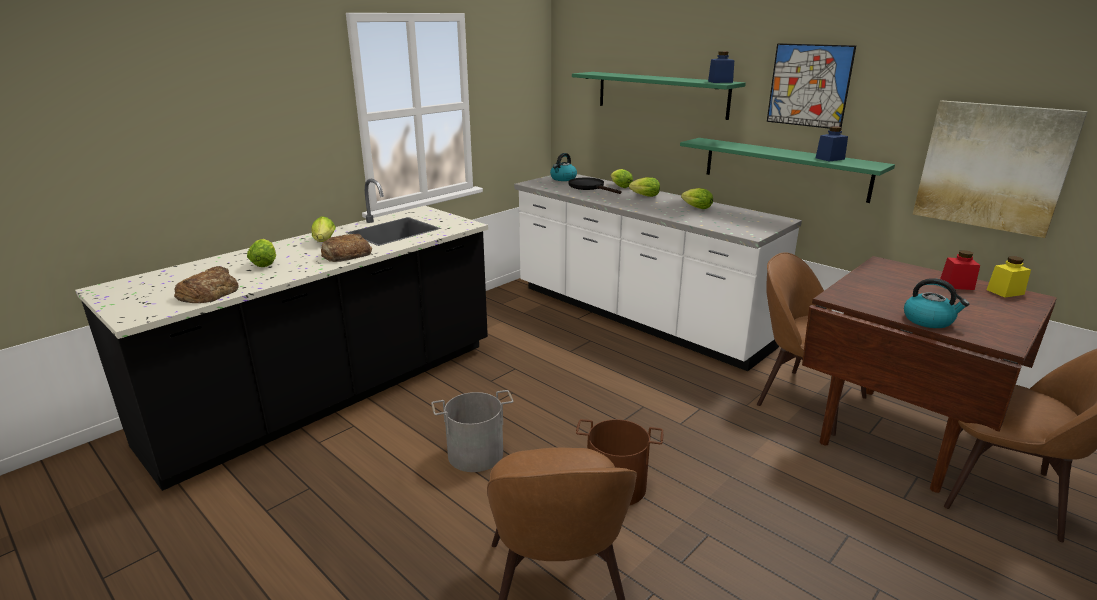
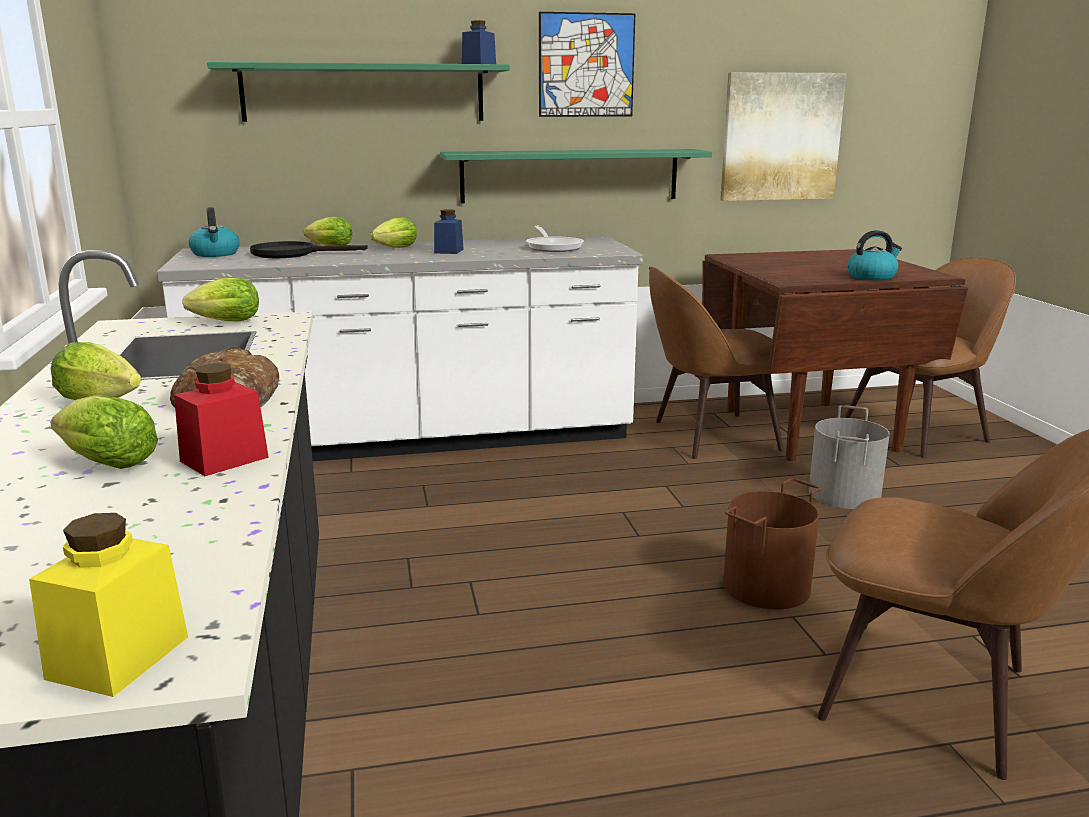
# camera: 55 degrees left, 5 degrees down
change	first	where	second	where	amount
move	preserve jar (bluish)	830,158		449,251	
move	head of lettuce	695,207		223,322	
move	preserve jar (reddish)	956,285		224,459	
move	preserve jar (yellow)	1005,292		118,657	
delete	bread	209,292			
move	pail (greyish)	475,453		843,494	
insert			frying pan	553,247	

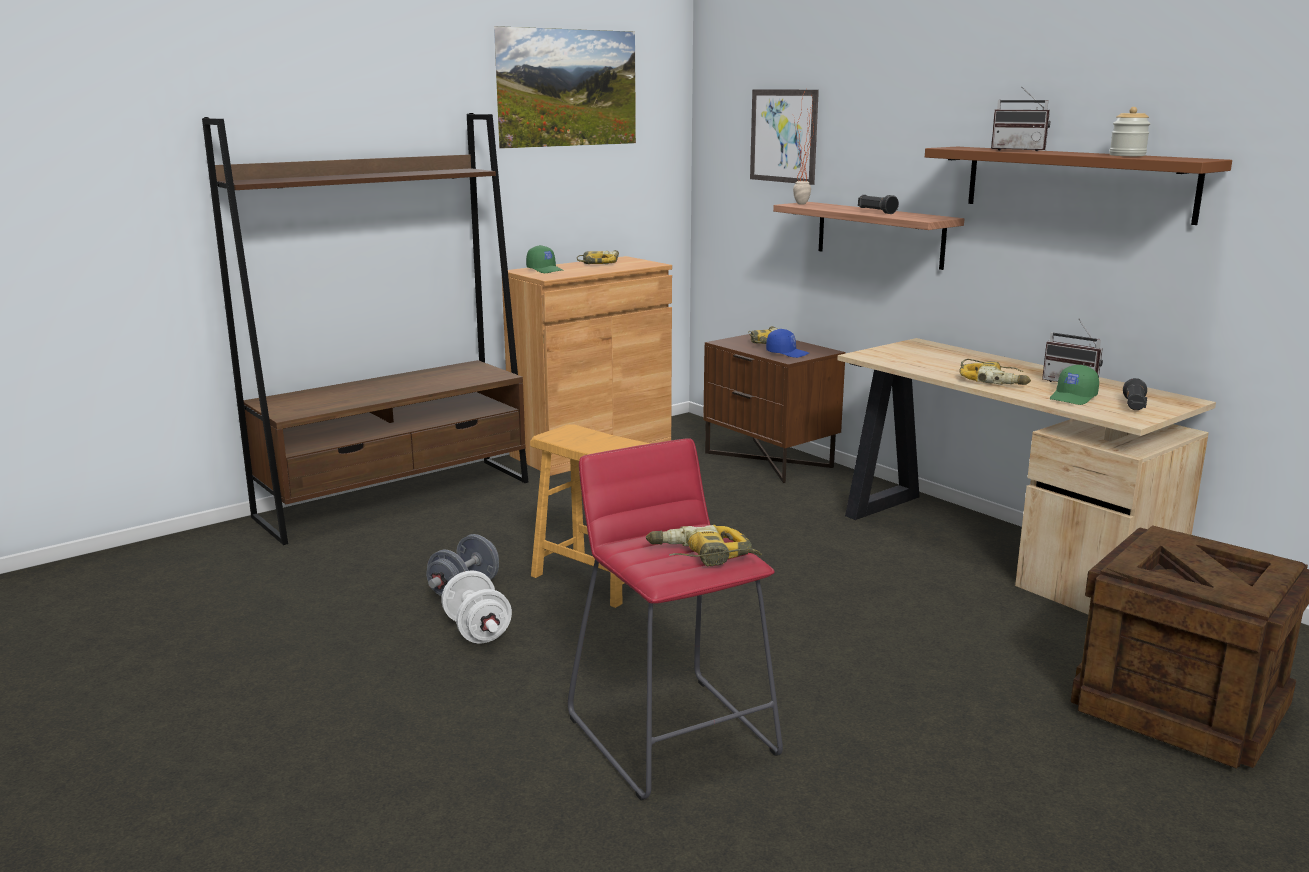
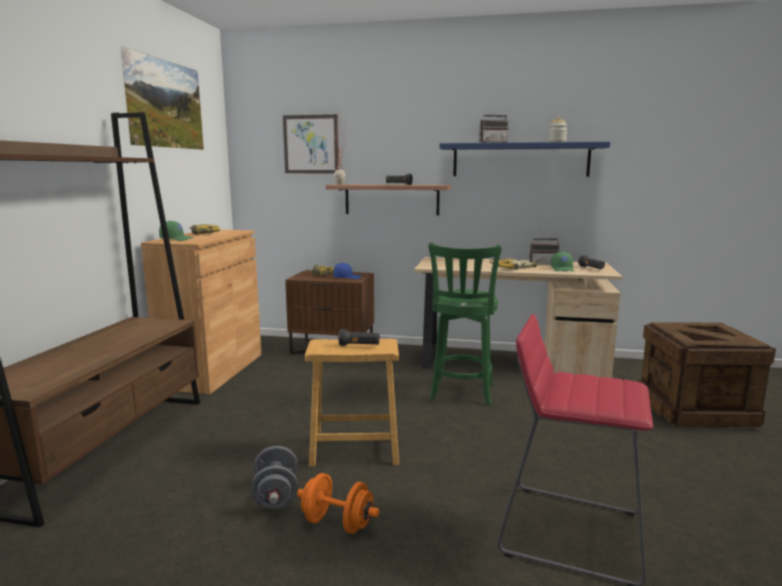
# camera: 40 degrees left, 5 degrees down
change	first	where	second	where	amount
recolor	wall shelf (brown-coloured)	1077,183	wall shelf (bluish)	520,160	
delete	power drill	701,556			
recolor	dumbbell (white-coloured)	477,631	dumbbell (orange)	337,523	
insert			sitting stool (green)	461,394	
insert			hand torch (blackish)	359,346	

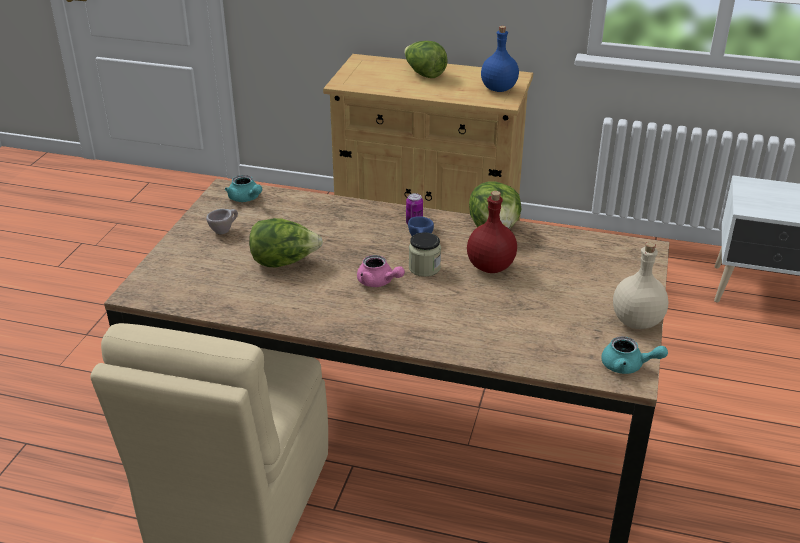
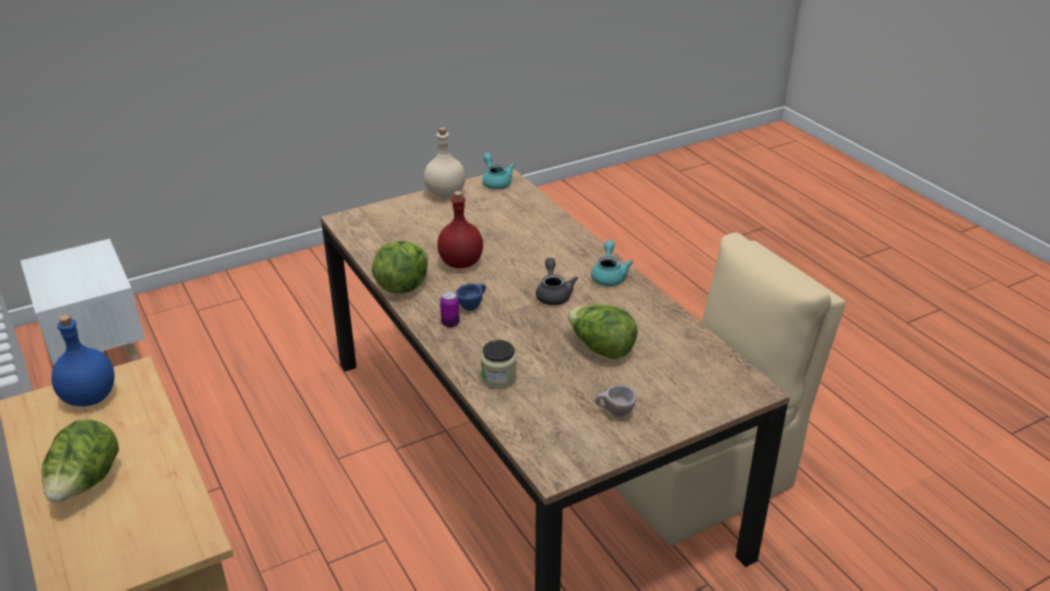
# camera: 135 degrees left, 0 degrees up
change	first	where	second	where	amount
move	tea pot (turquoise-coloured)	246,199		609,276	
move	preserve jar	424,268		499,378	
recolor	tea pot (pinkish)	378,282	tea pot (greyish)	553,294	

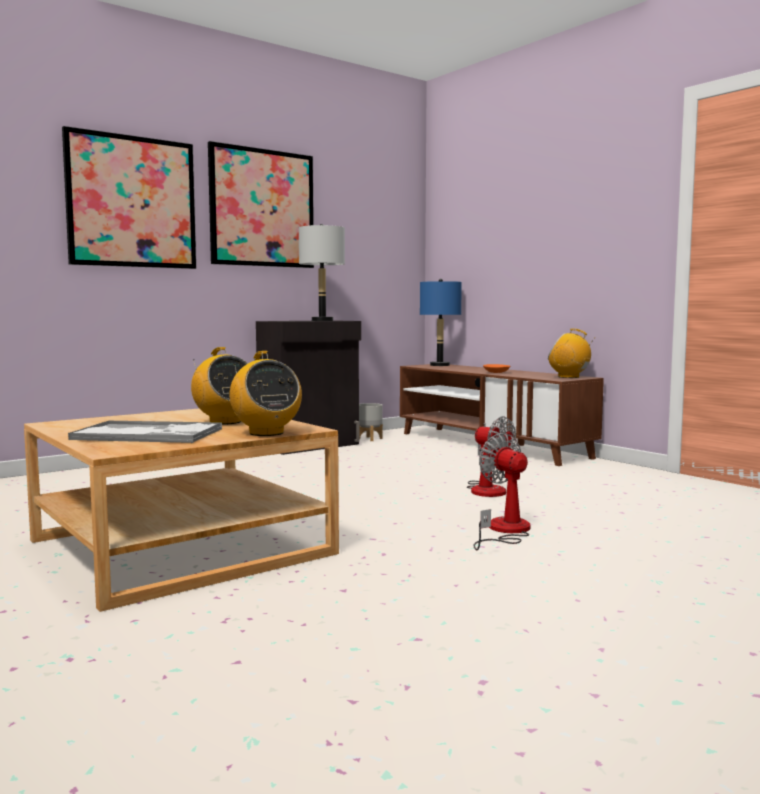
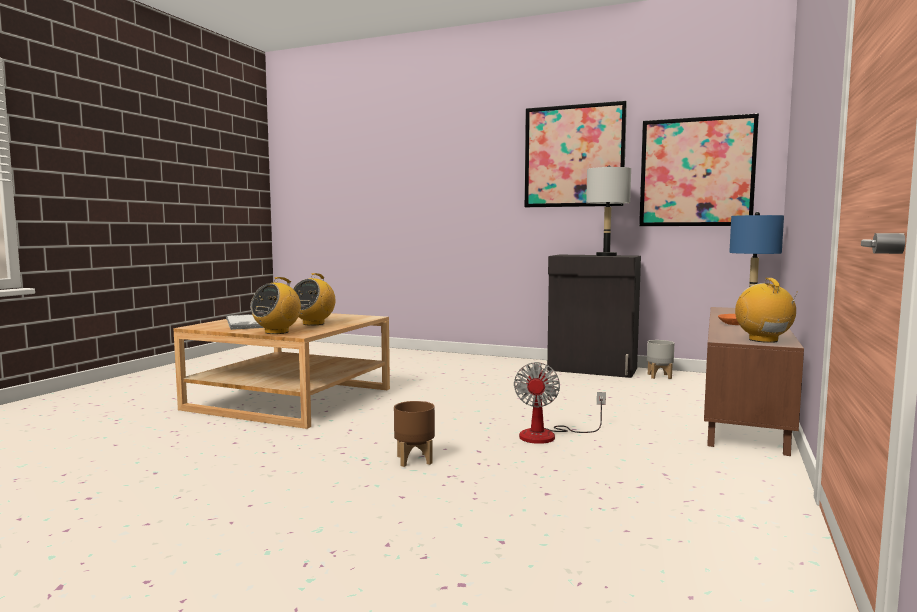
# camera: 60 degrees right, 0 degrees up
change	first	where	second	where	amount
move	wall art	132,202		696,172	
replace	electric fan	504,531	flower pot (brown-coloured)	413,460	

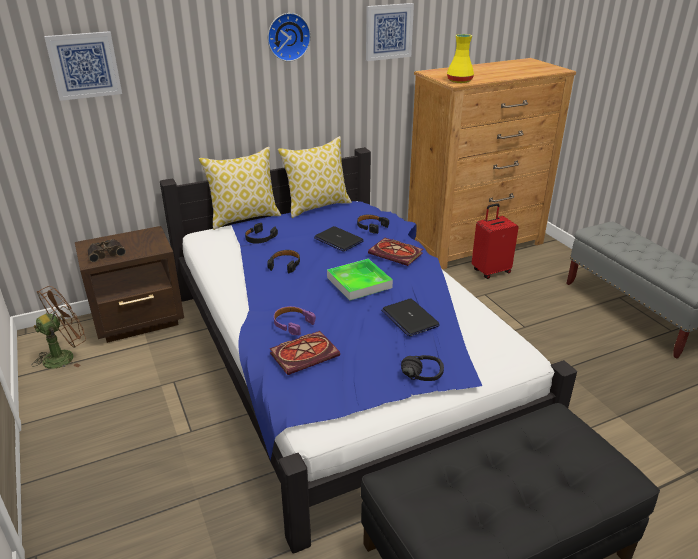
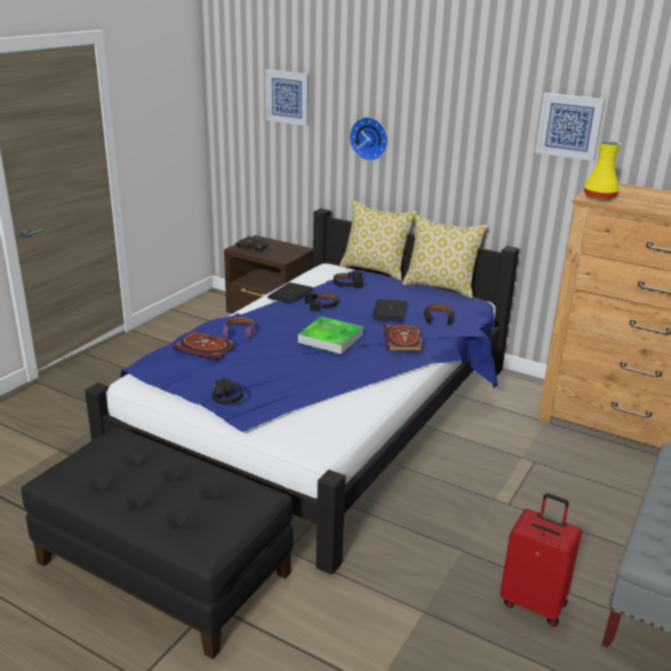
# camera: 55 degrees right, 5 degrees down
change	first	where	second	where	amount
move	hanging clock	288,36		370,138	
move	travel case (reddish)	490,271		534,602	
delete	electric fan (brown-coloured)	65,356			
move	laptop	409,318		290,294	

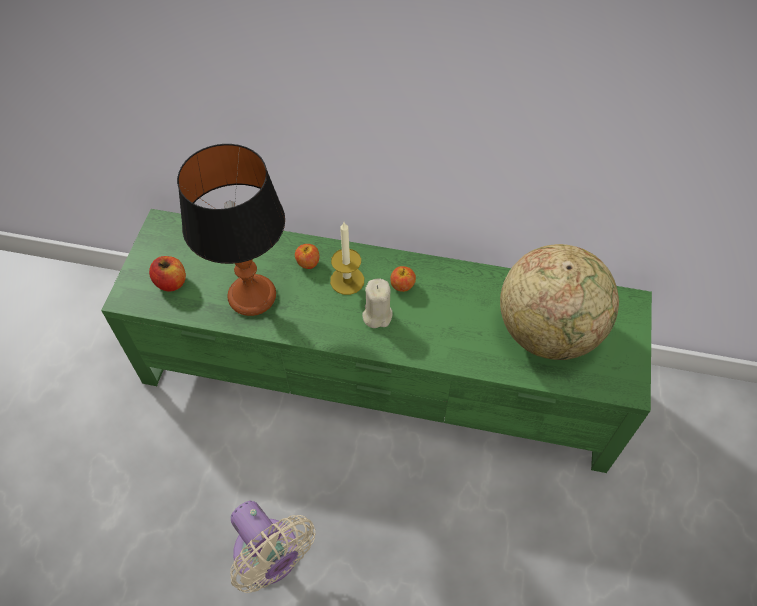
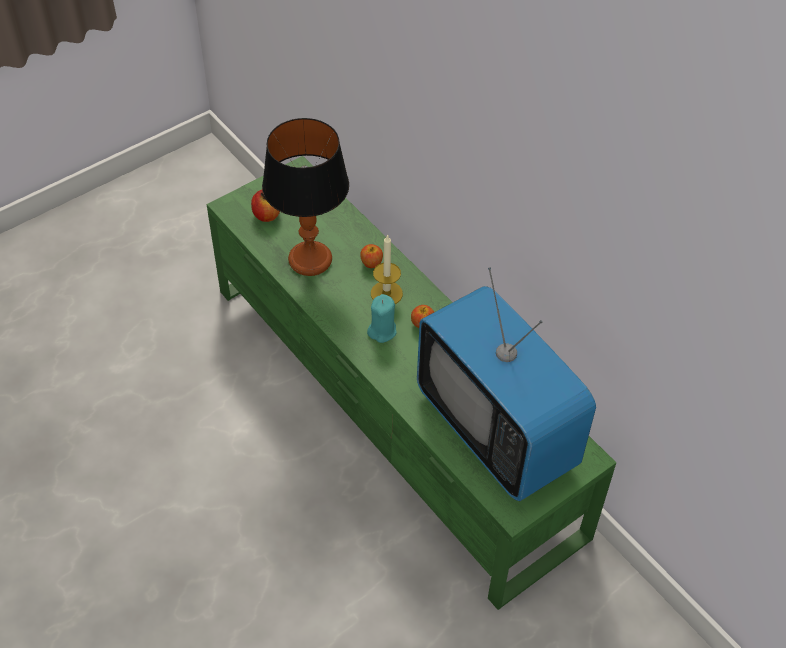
# camera: 40 degrees right, 5 degrees down
change	first	where	second	where	amount
replace	globe	548,331	TV set	496,430	
recolor	candle (sand-coloured)	377,315	candle (turquoise-coloured)	382,331	
delete	electric fan (sand-coloured)	270,558			

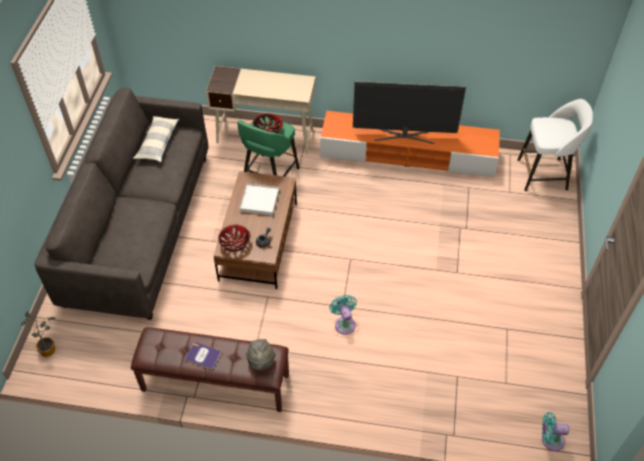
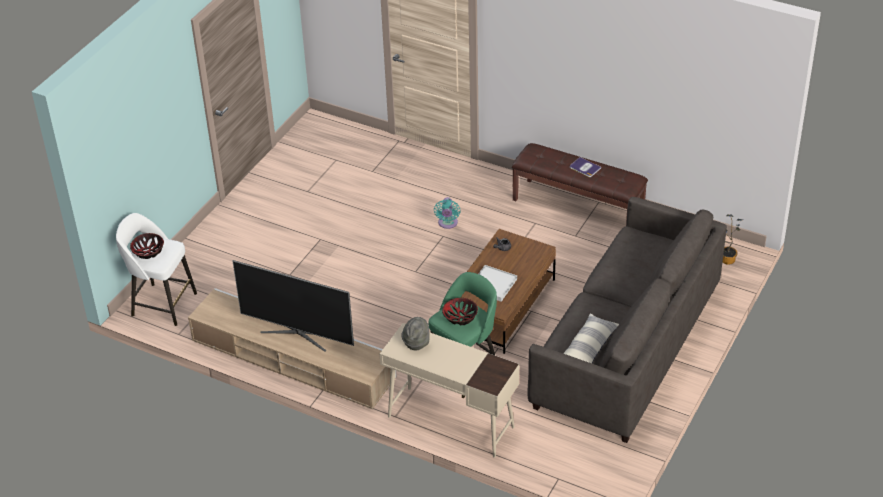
# camera: 160 degrees left, 10 degrees down
change	first	where	second	where	amount
recolor	media console (orange)	408,154	media console (sand-coloured)	292,360	
move	bowl	235,243		148,252	
move	hat (greyish)	261,362		416,342	
delete	electric fan (turquoise-coloured)	550,439			

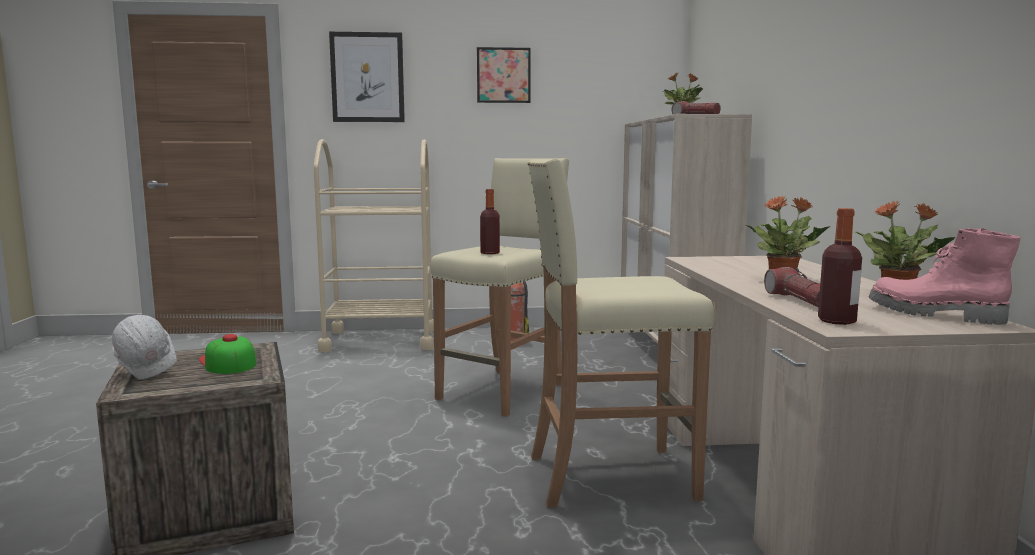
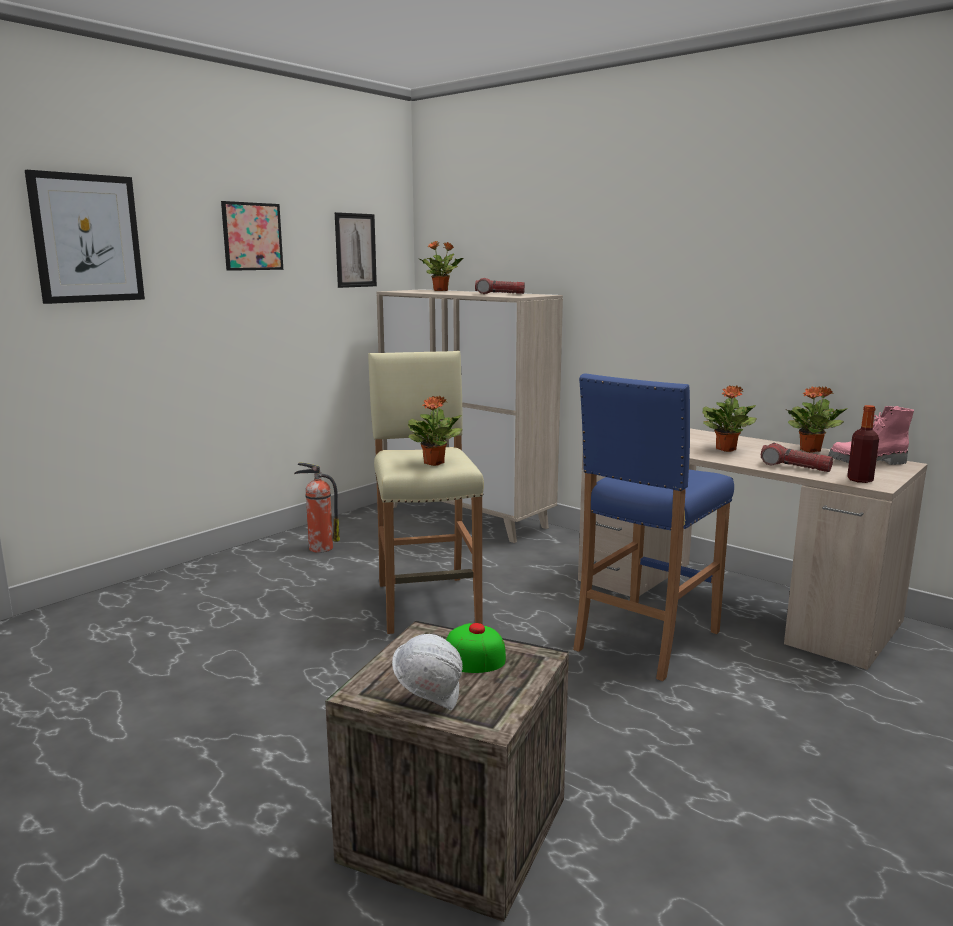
# camera: 45 degrees left, 5 degrees up
change	first	where	second	where	amount
delete	trolley (sand-coloured)	380,340			
recolor	sitting stool (sand-coloured)	608,476	sitting stool (bluish)	645,641	
replace	bottle	490,253	houseplant	434,463	
insert			wall art	355,250	

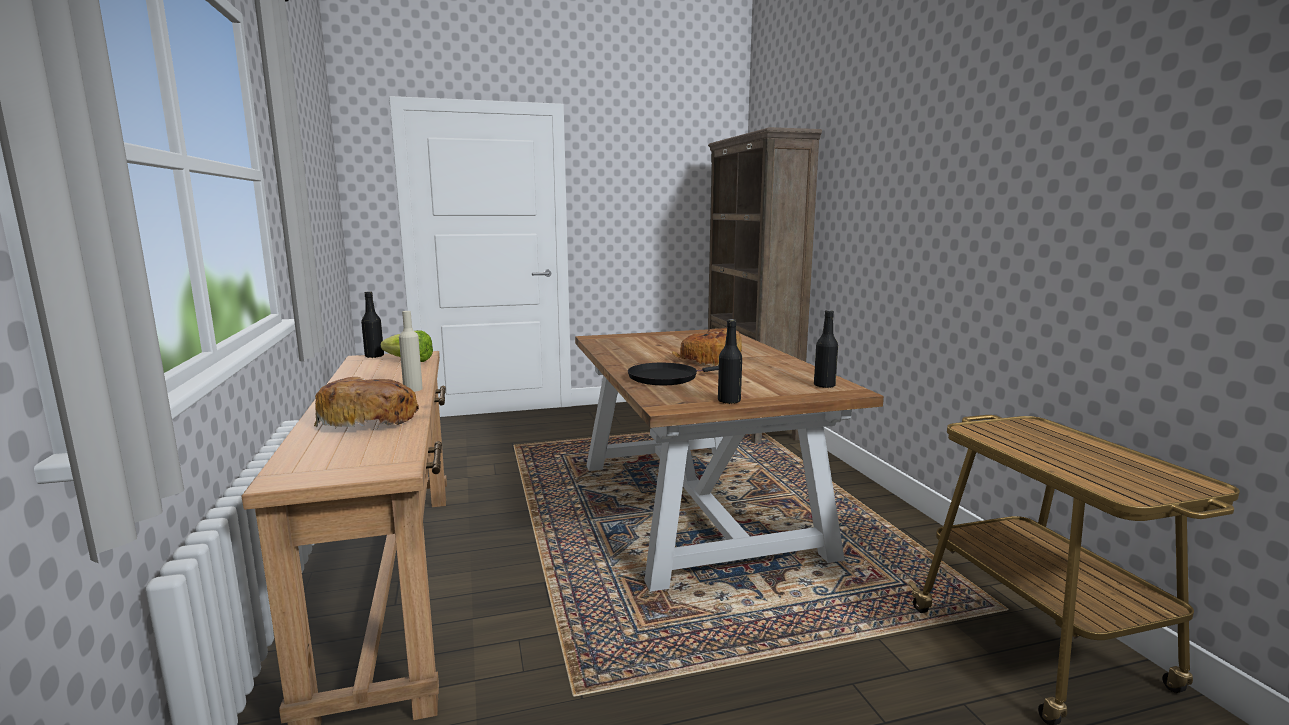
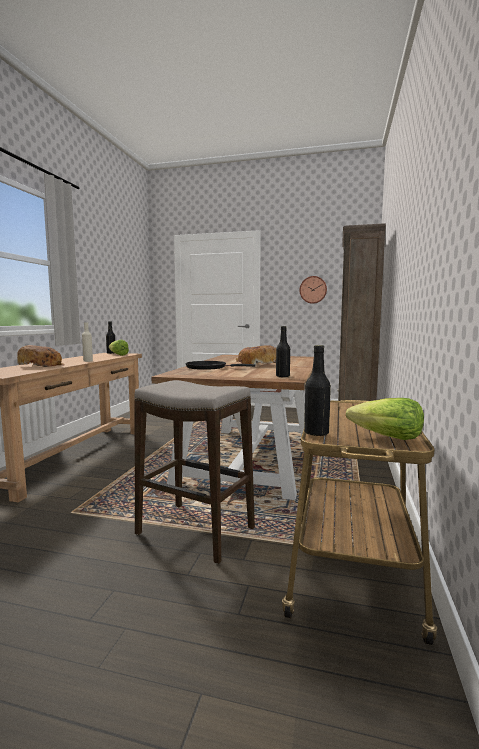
# camera: 30 degrees right, 5 degrees down
change	first	where	second	where	amount
move	bottle (blackish)	729,401		316,433	
insert			hanging clock	313,290	
insert			sitting stool	195,531	
insert			head of lettuce	386,437	

